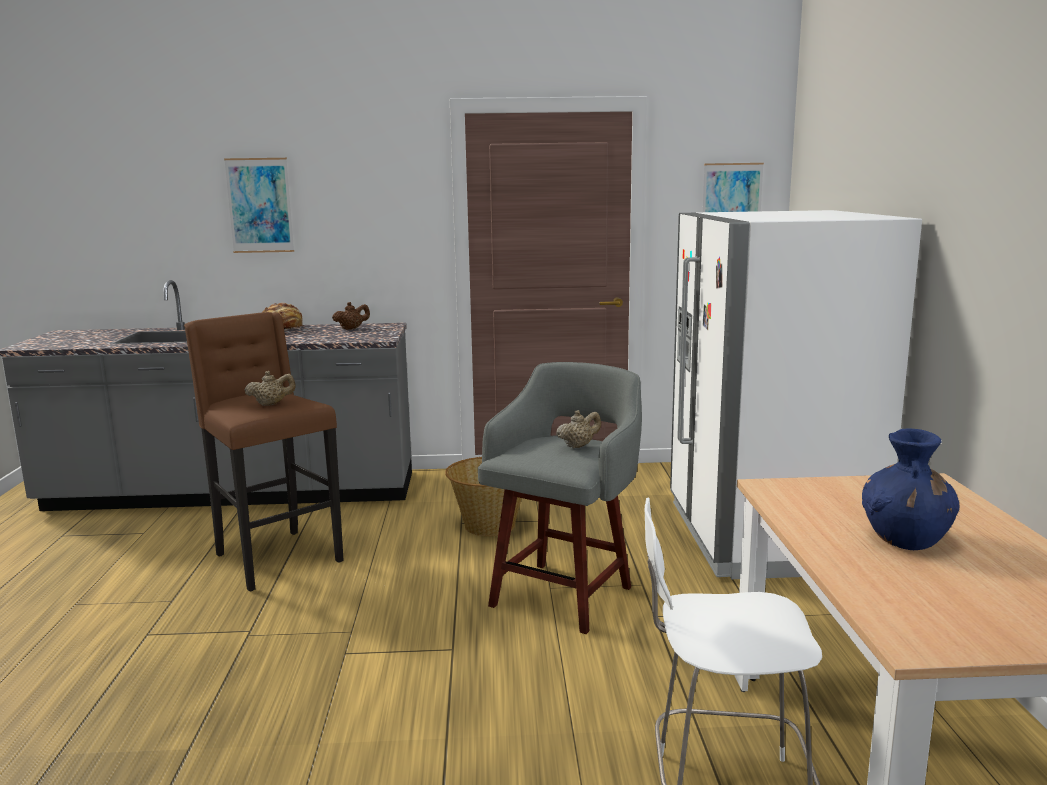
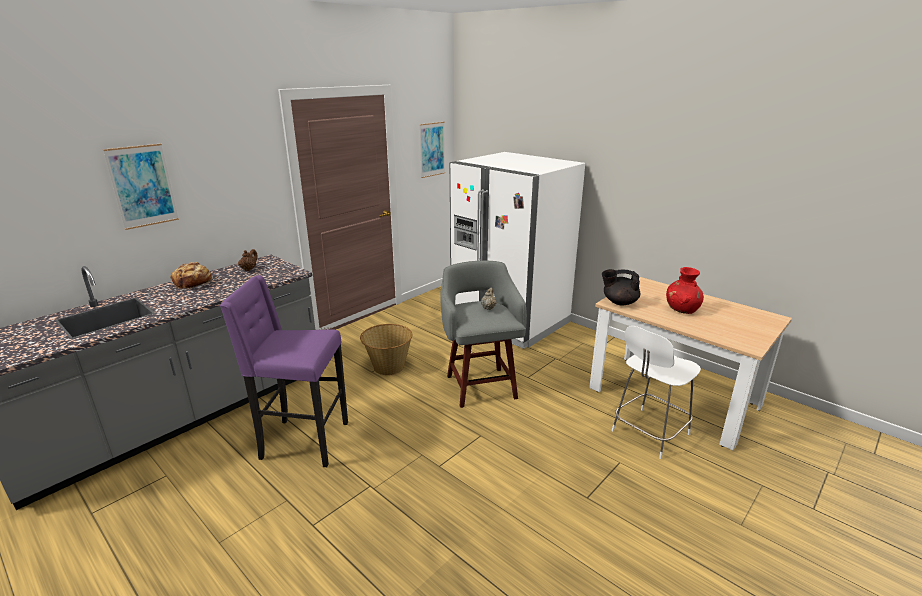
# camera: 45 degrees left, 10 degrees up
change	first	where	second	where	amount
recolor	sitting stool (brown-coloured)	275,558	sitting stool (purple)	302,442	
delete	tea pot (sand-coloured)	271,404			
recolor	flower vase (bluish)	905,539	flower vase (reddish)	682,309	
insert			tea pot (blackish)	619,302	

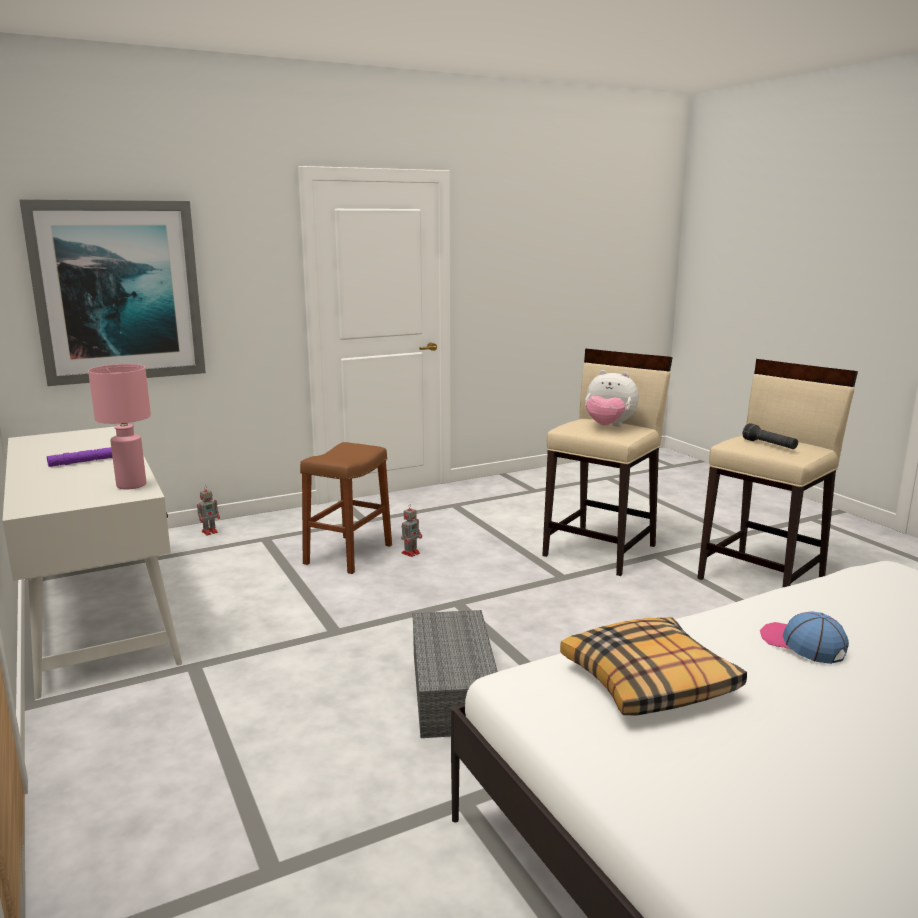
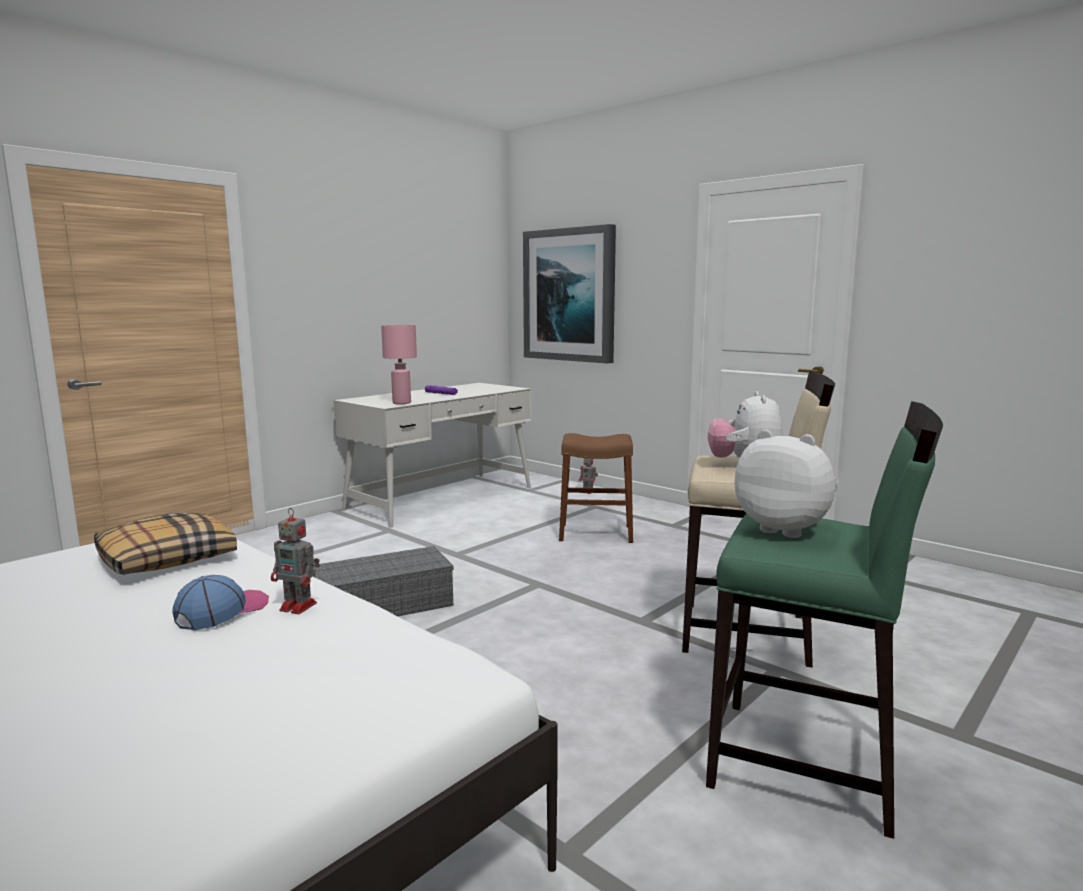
# camera: 70 degrees right, 5 degrees down
change	first	where	second	where	amount
recolor	sitting stool (sand-coloured)	763,577	sitting stool (green)	805,764	
replace	hand torch (blackish)	769,445	cuddly toy	785,529	
move	robot figure	411,553		299,607	

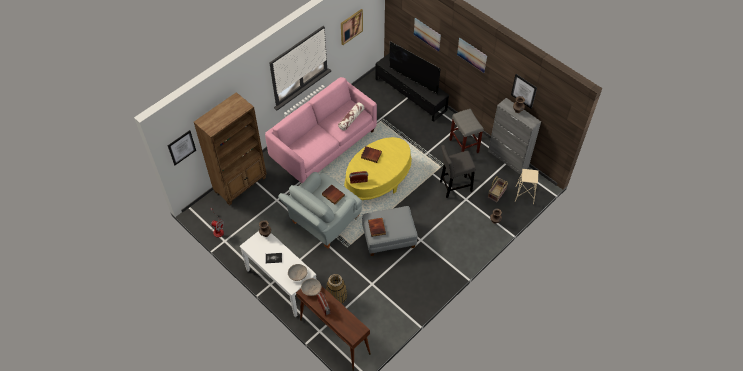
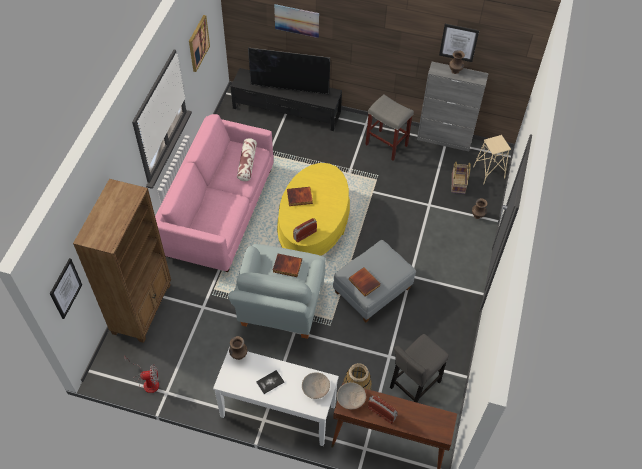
# camera: 30 degrees left, 0 degrees up
change	first	where	second	where	amount
delete	wall art	472,55			
move	sitting stool (greyish)	454,187		413,387	

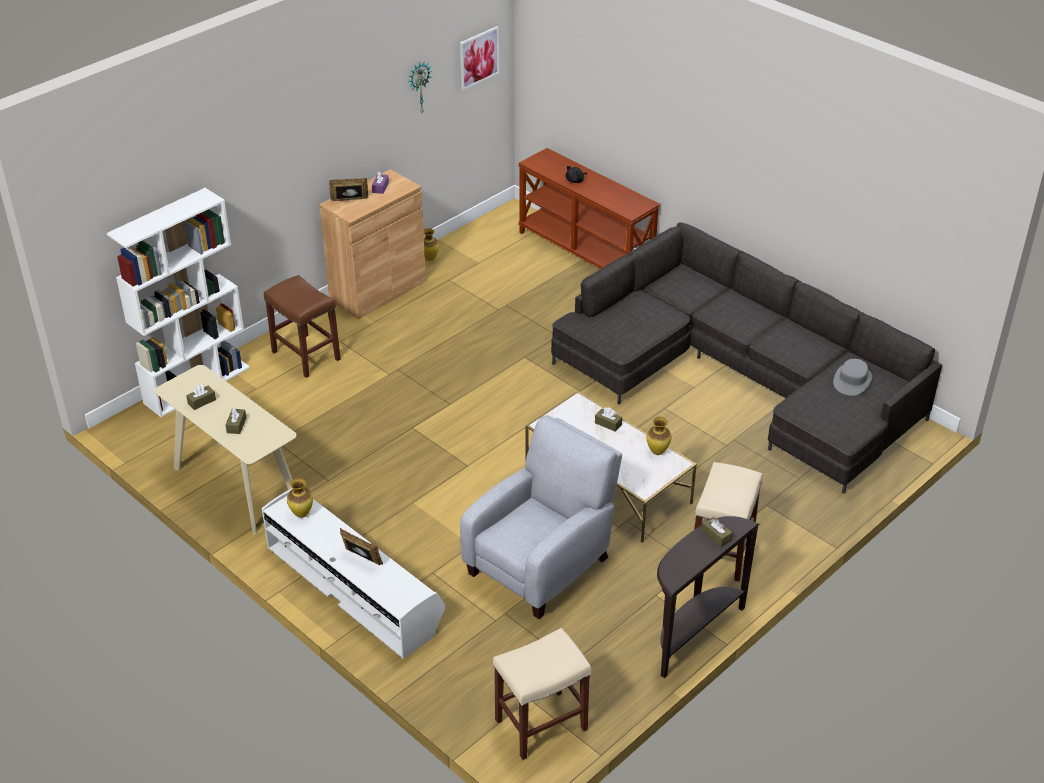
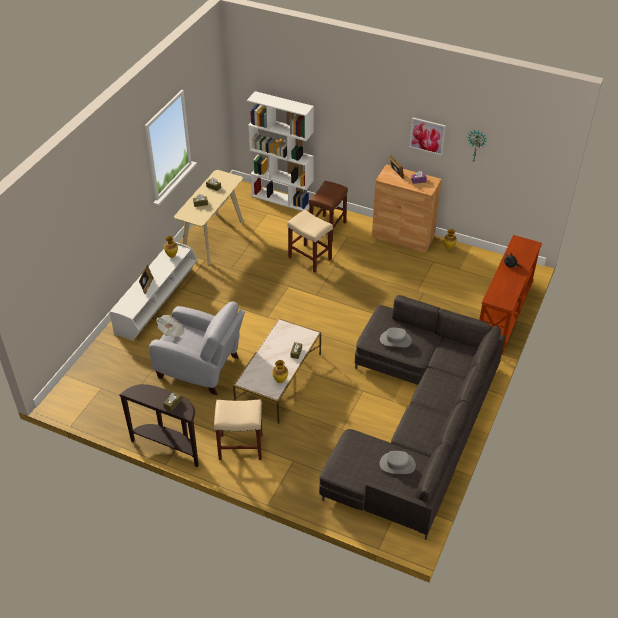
# camera: 70 degrees right, 5 degrees up
change	first	where	second	where	amount
move	wall art	478,57		427,136	
move	sitting stool (sand-coloured)	542,723		310,258	
insert			printed paper	171,331	
insert			hat (greyish)	395,340	

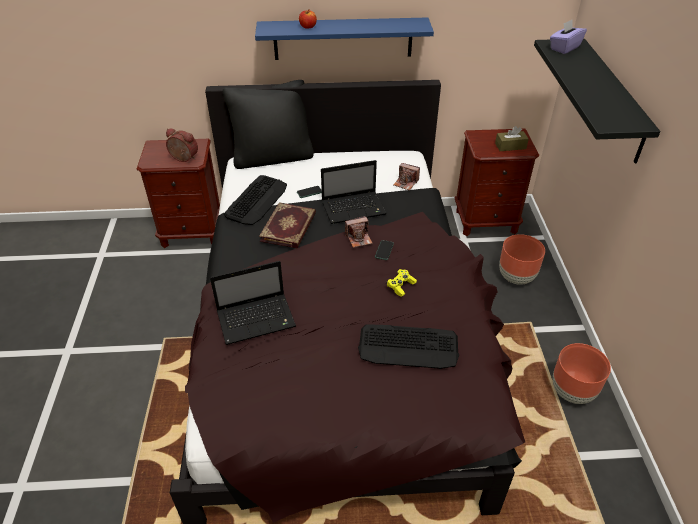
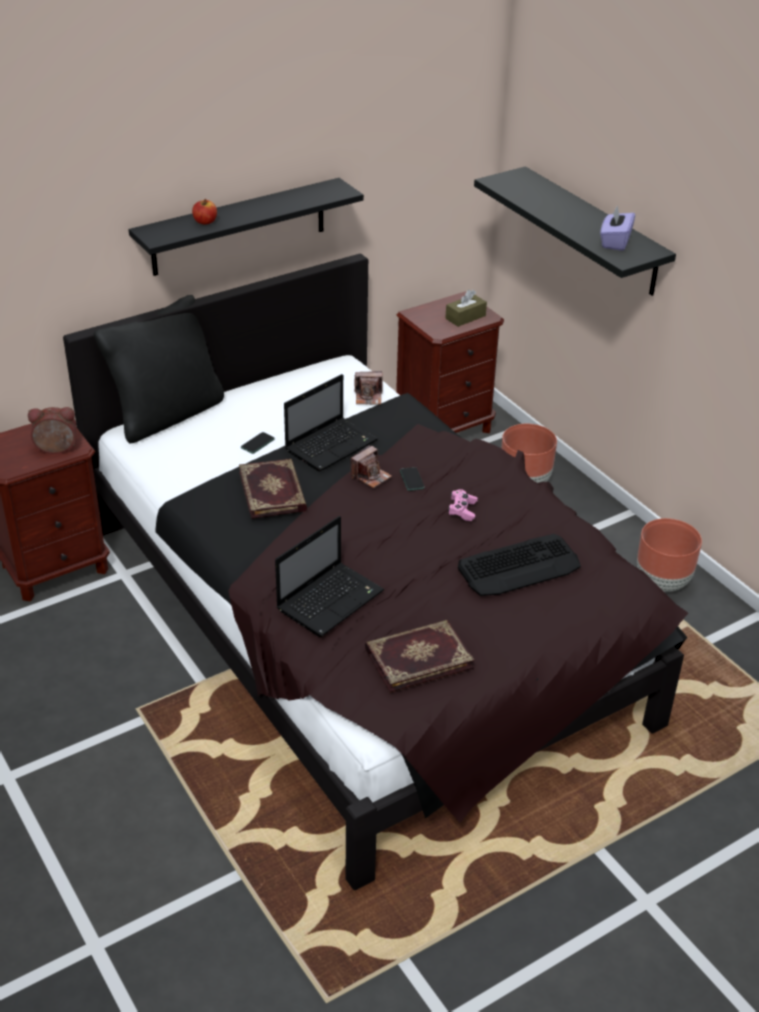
# camera: 30 degrees left, 5 degrees down
change	first	where	second	where	amount
recolor	wall shelf (bluish)	343,38	wall shelf (blackish)	239,227	
move	tissue box (purple)	564,48		615,242	
delete	keyboard	257,200			
recolor	joypad (yellow)	401,286	joypad (pinkish)	462,510	
insert			bound book	418,657	

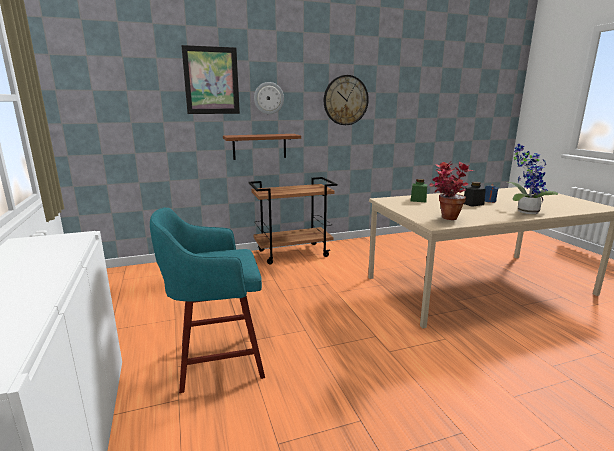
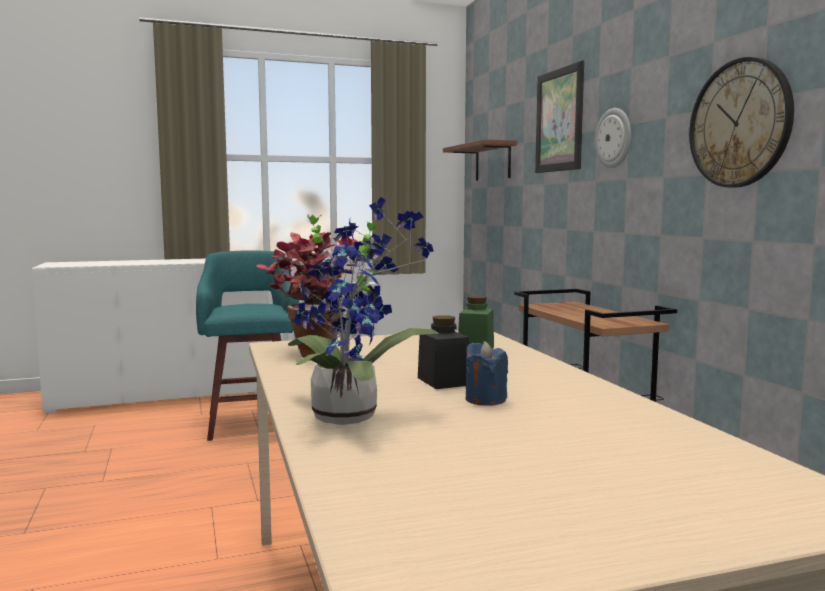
# camera: 90 degrees right, 10 degrees down
change	first	where	second	where	amount
move	wall shelf (brown-coloured)	259,146		493,162	

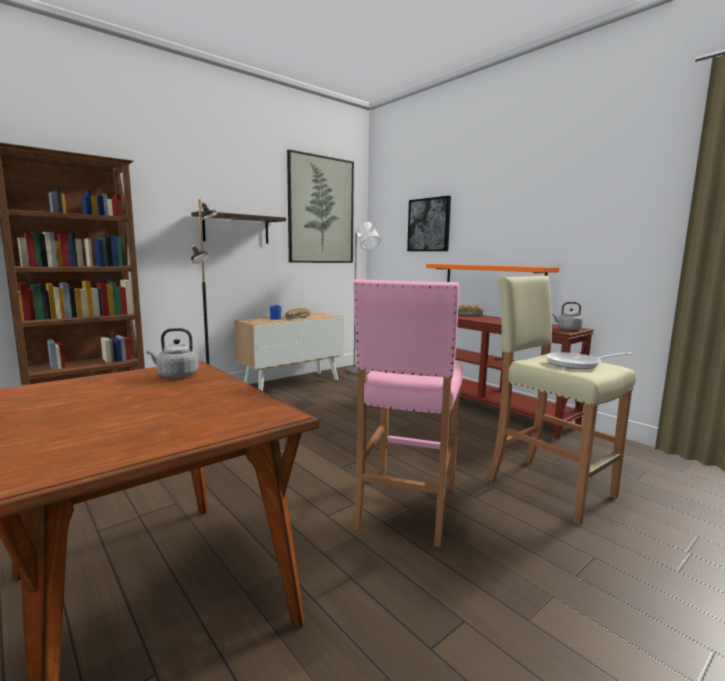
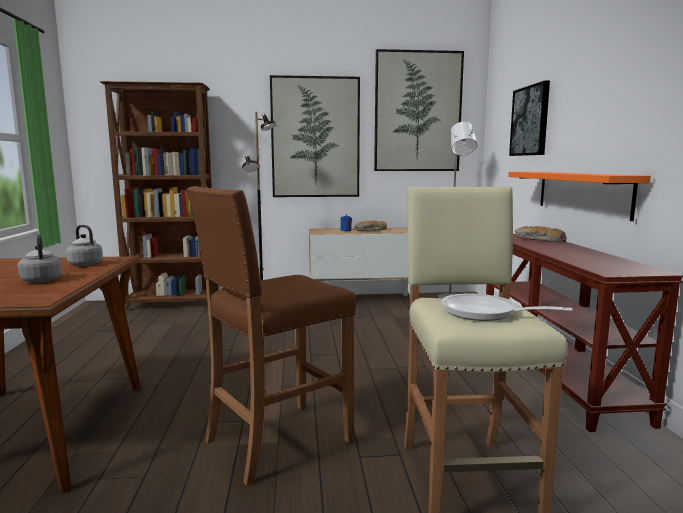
# camera: 35 degrees right, 0 degrees up
change	first	where	second	where	amount
replace	wall shelf	236,229	wall art	315,138	
recolor	sitting stool (pinkish)	406,508	sitting stool (brown-coloured)	277,441	
move	water kettle (greyish)	567,329		42,280	

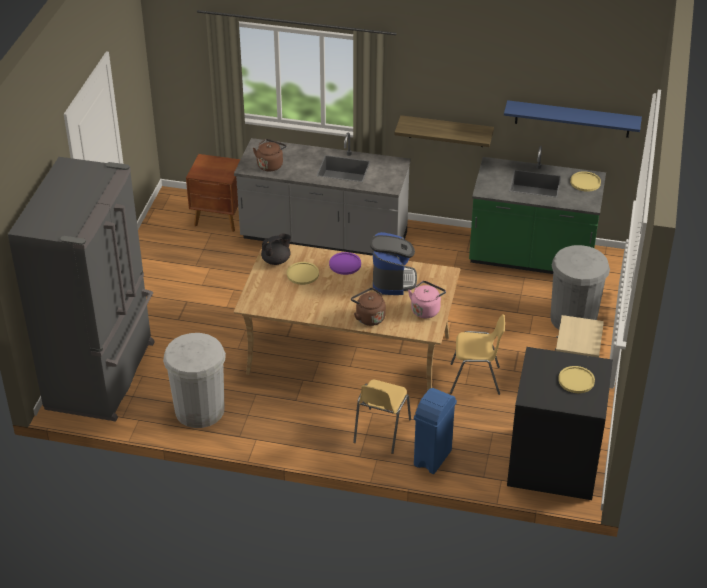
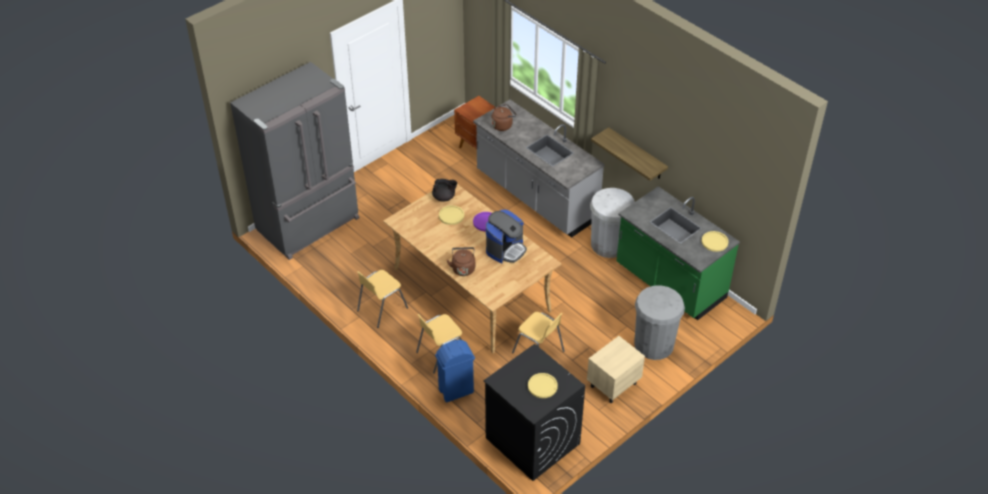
# camera: 35 degrees right, 5 degrees up
change	first	where	second	where	amount
delete	wall shelf (bluish)	572,119			
delete	water kettle (pinkish)	426,309			
move	trash can (white-coloured)	199,410		609,244	
insert			upright chair (yellow)	381,309	

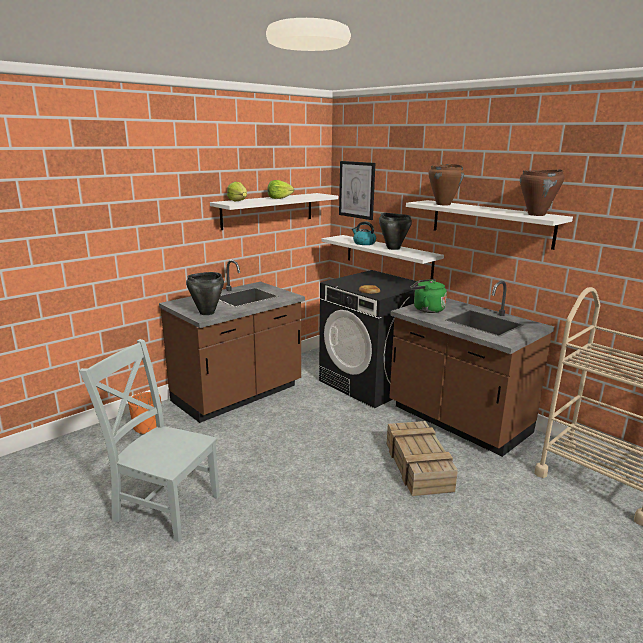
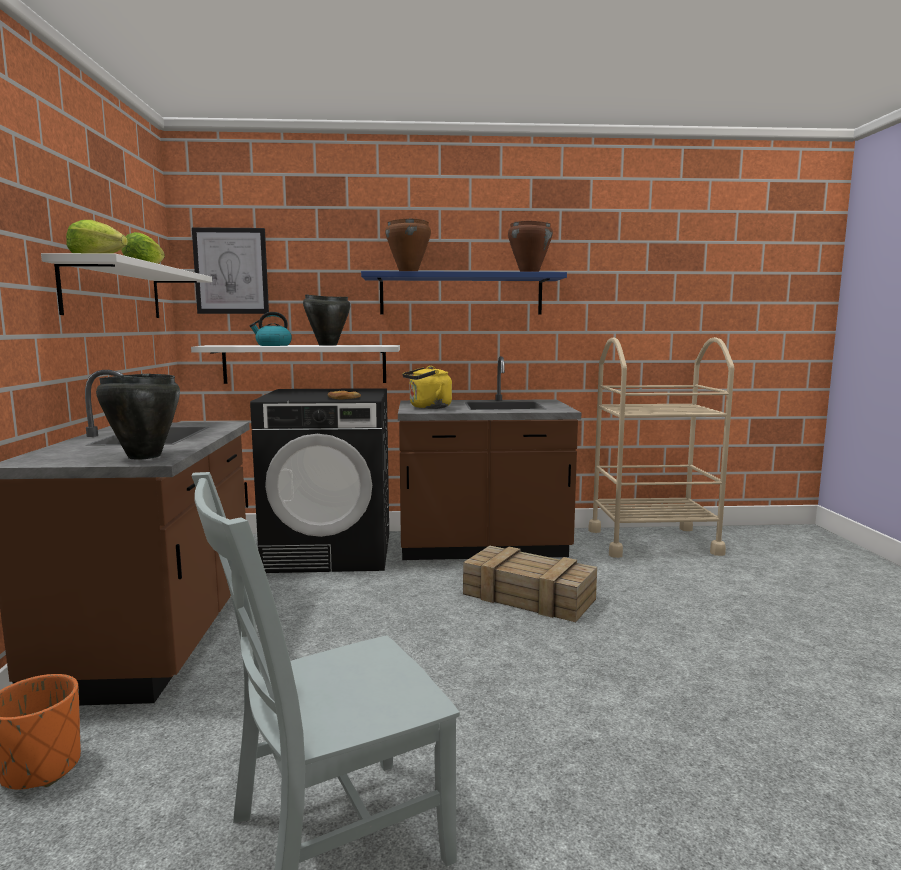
# camera: 50 degrees left, 10 degrees down
change	first	where	second	where	amount
recolor	wall shelf (white-coloured)	490,223	wall shelf (bluish)	461,295	
recolor	water kettle (green)	426,309	water kettle (yellow)	428,407	

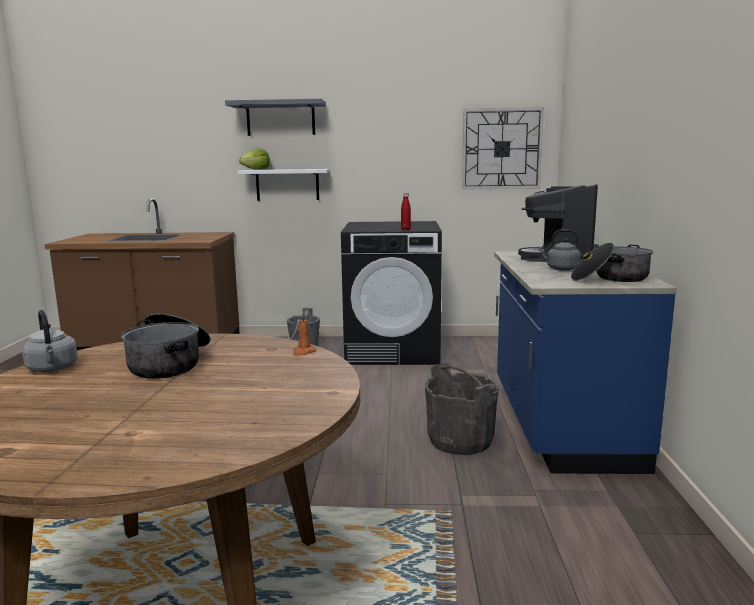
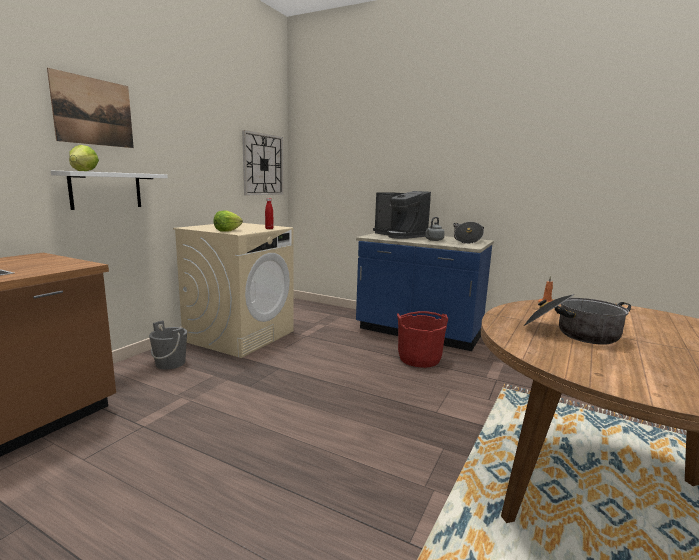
# camera: 65 degrees left, 0 degrees up
change	first	where	second	where	amount
replace	wall shelf (greyish)	280,119	wall art	94,111	
recolor	laundry machine (blackish)	393,351	laundry machine (sand-coloured)	240,336	
delete	water kettle (greyish)	52,369			
recolor	pail (greyish)	460,441	pail (reddish)	419,359	
insert			head of lettuce	227,231	

